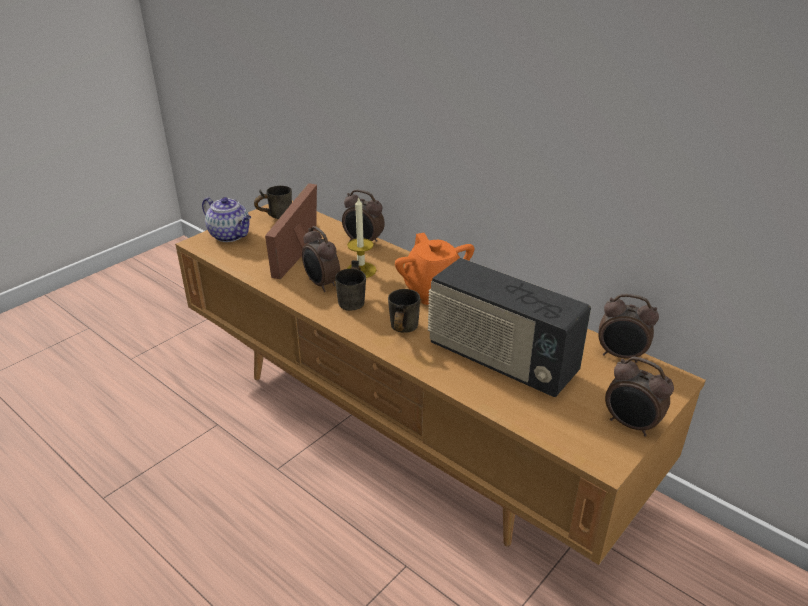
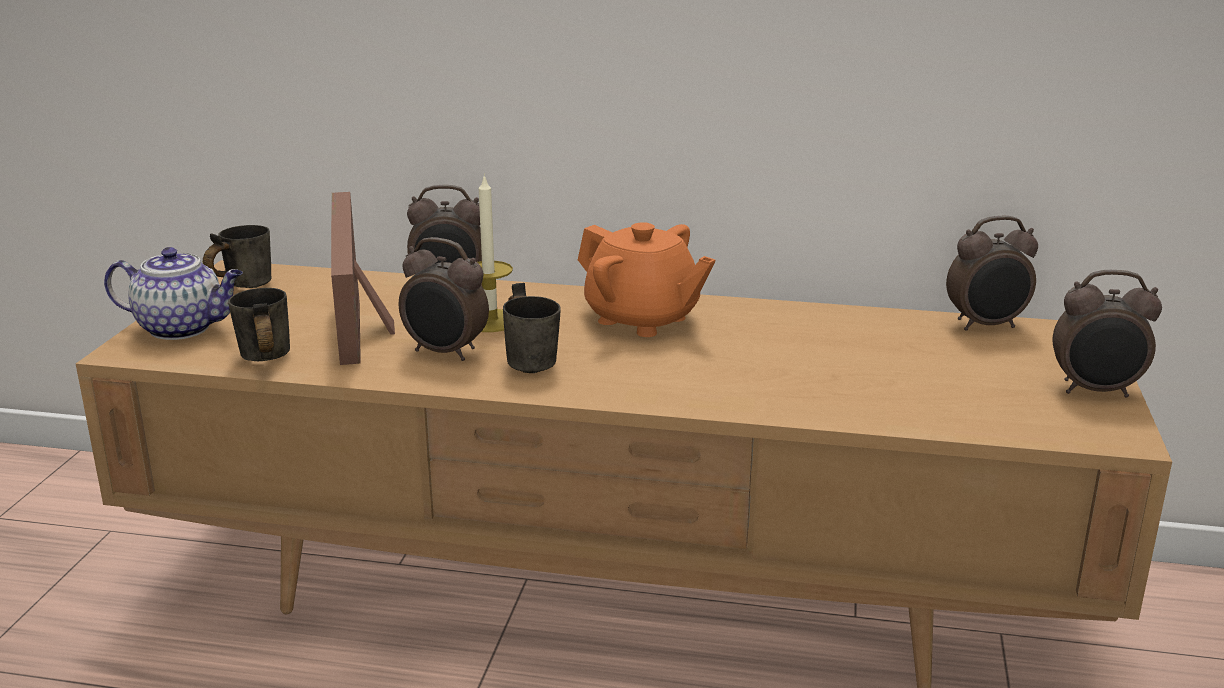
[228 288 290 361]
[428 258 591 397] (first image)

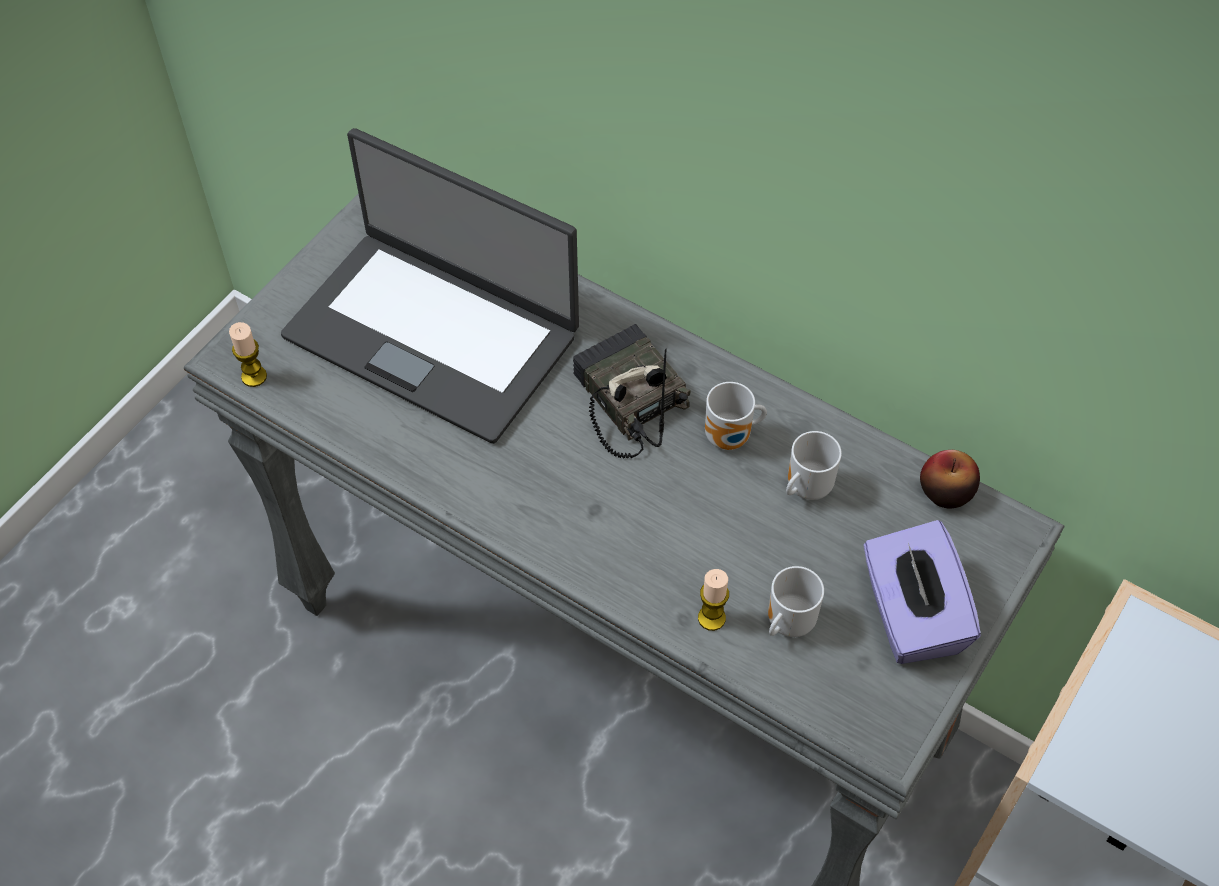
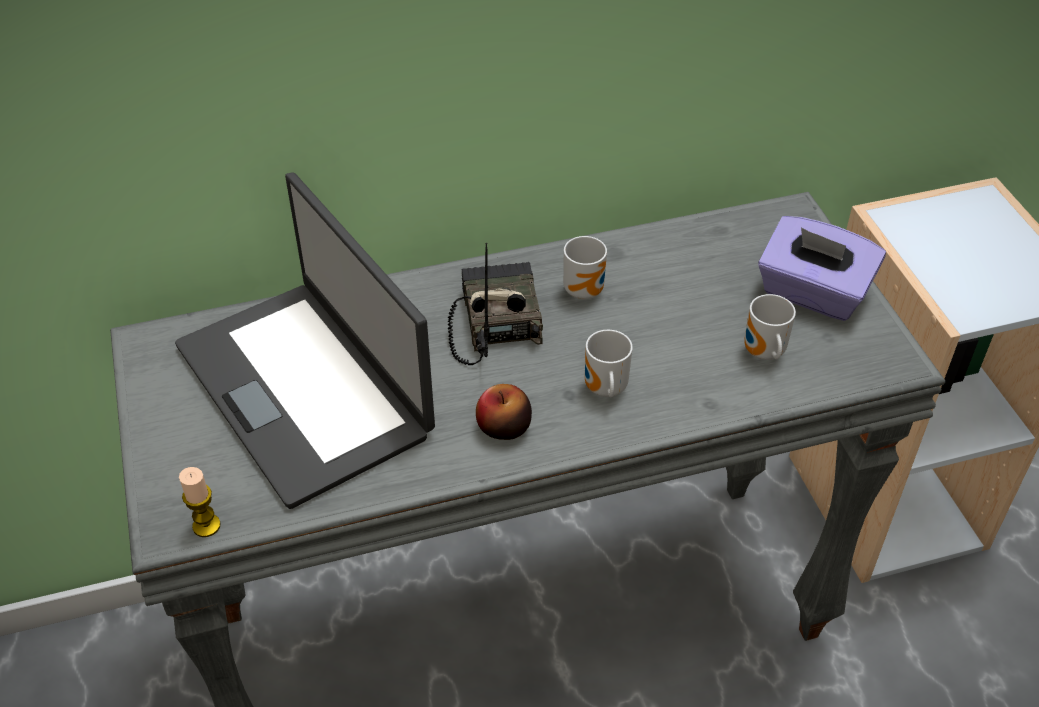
[175 172 435 509]
[448 243 543 365]
[698 569 729 631] (first image)
[585 330 633 397]
[476 384 532 440]

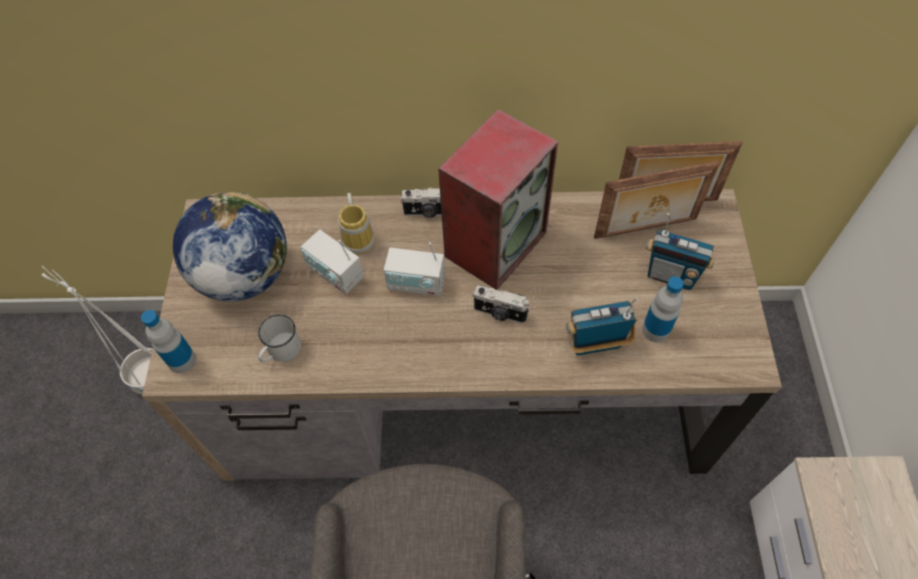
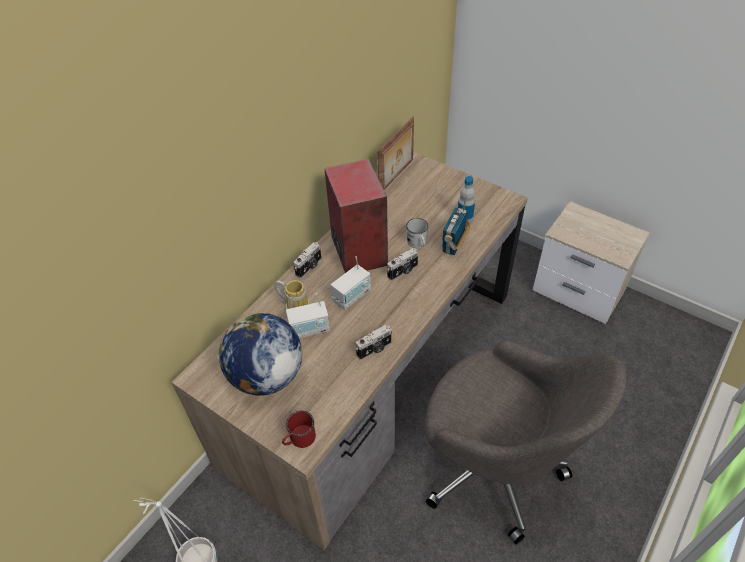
[282 410 316 448]
[406 218 429 248]
[594 161 719 239] (first image)
[646 213 715 290] (first image)
[356 325 392 360]

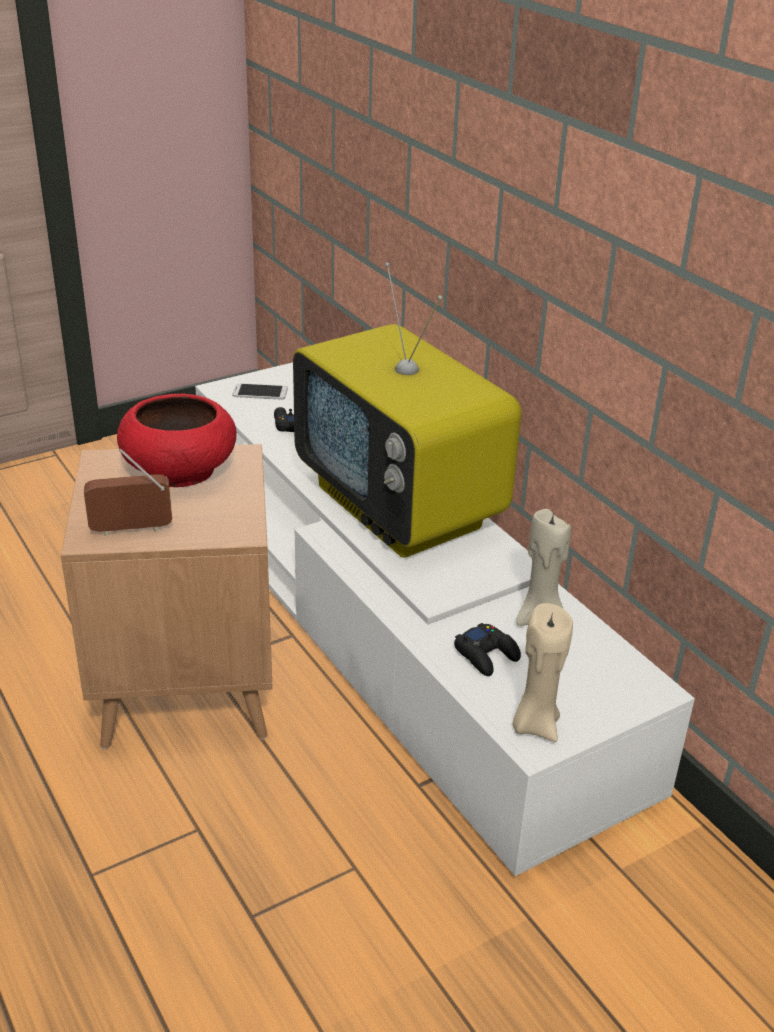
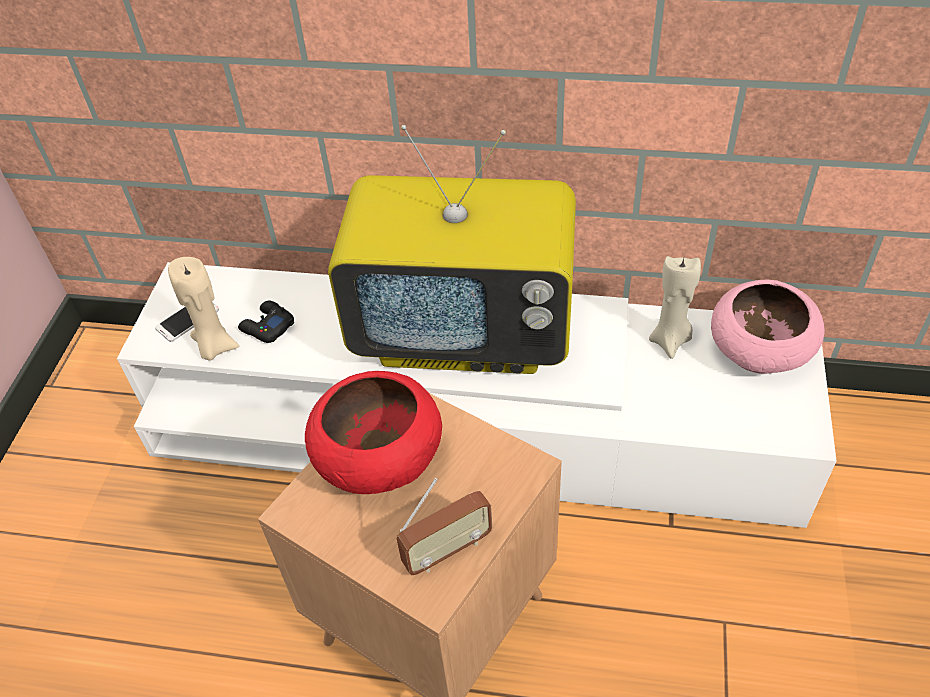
[397 478 492 575]
[454 623 521 676] (first image)
[168 257 239 360]
[711 279 825 374]

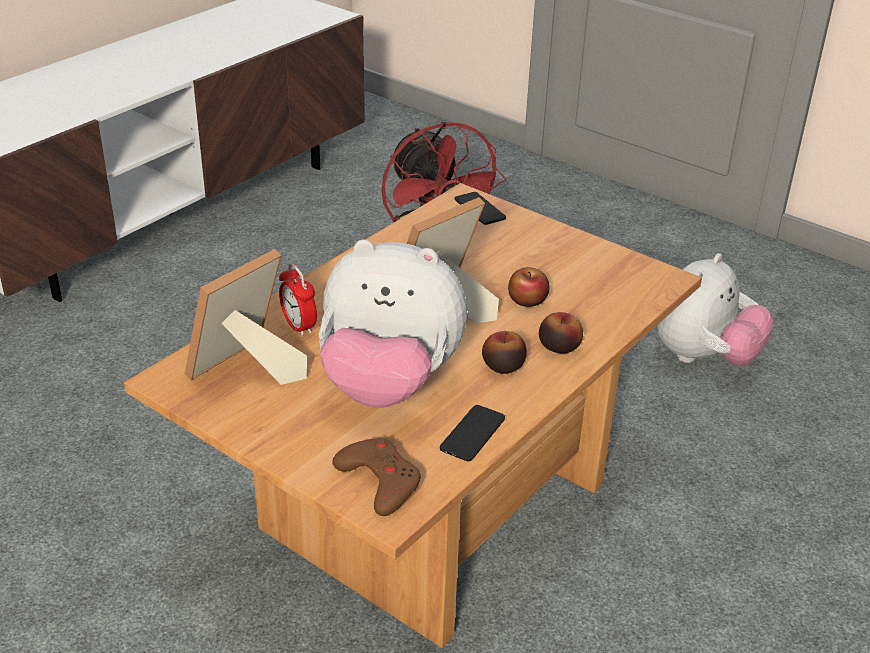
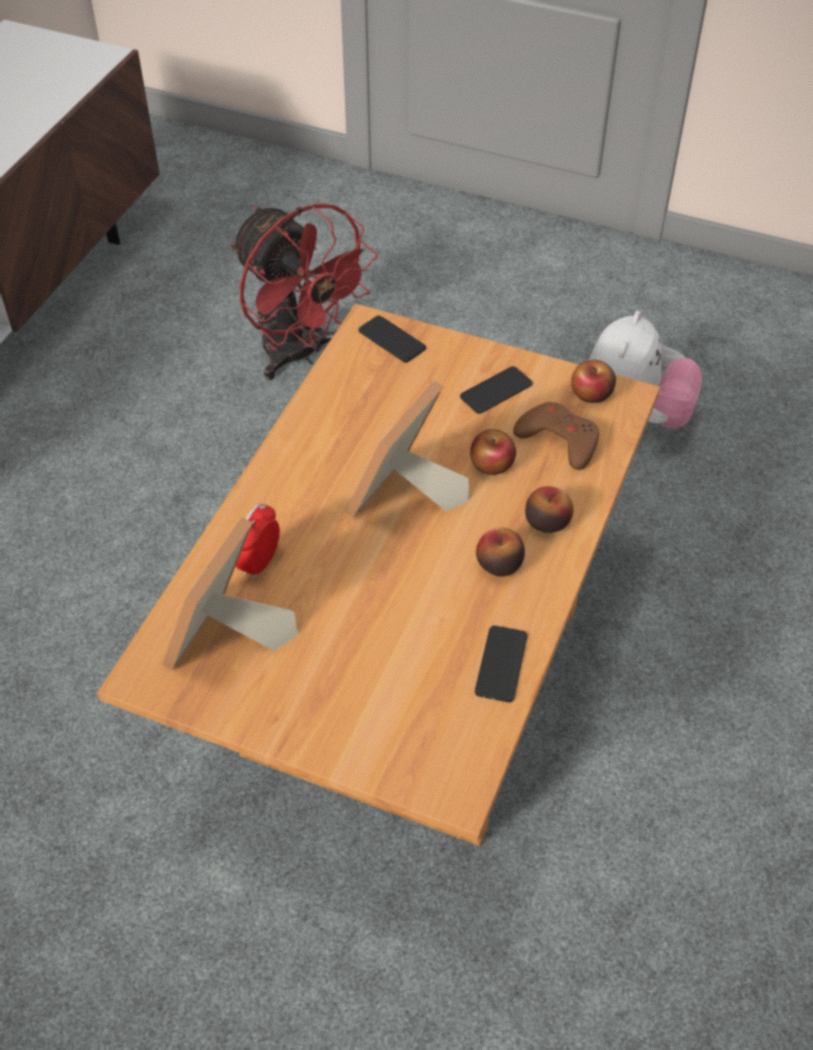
[236 502 280 579]
[319 240 467 408] (first image)
[513 402 599 470]
[460 366 532 414]
[571 360 616 403]

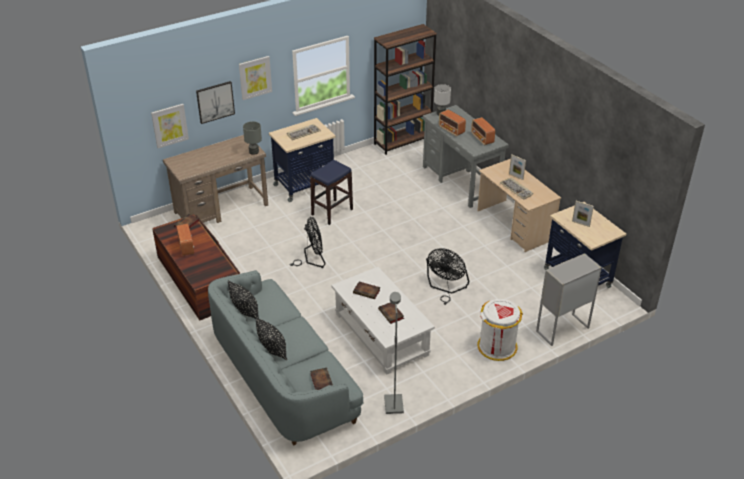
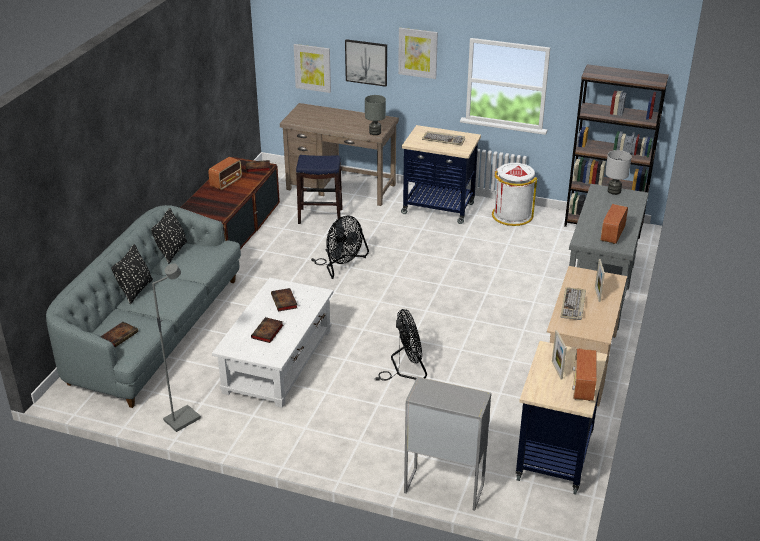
[296 155 343 224]
[572 348 597 401]
[492 163 537 226]

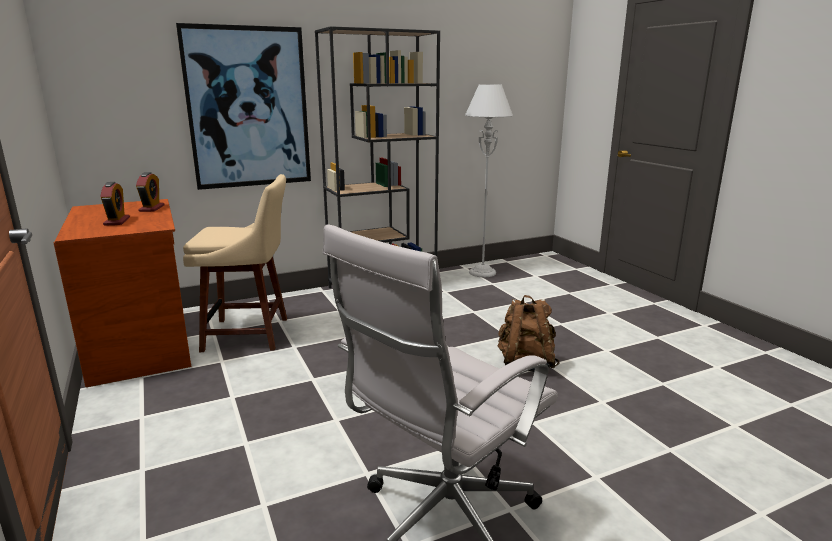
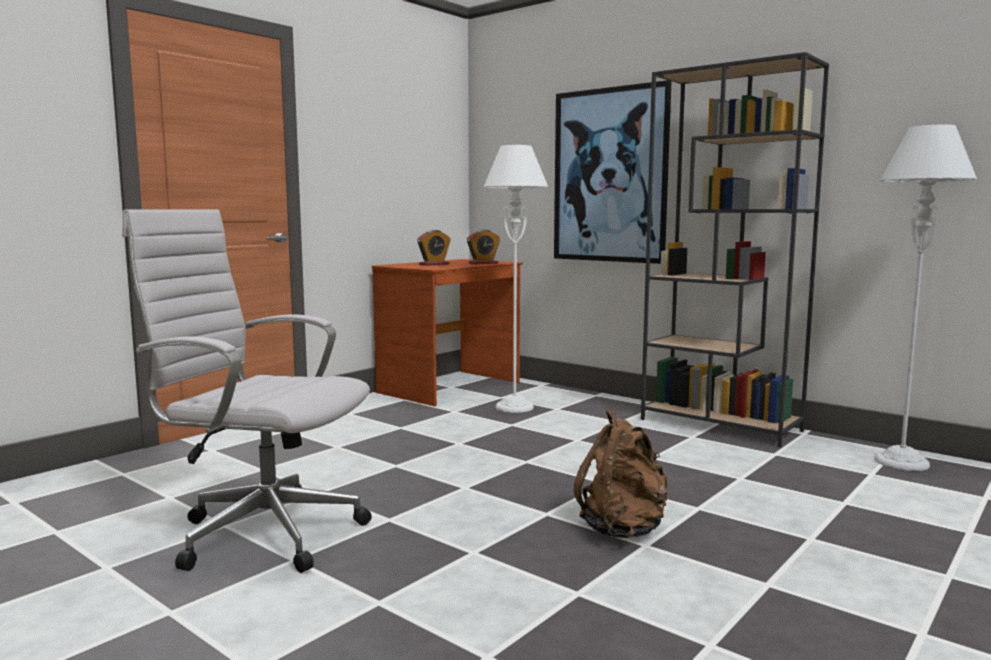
[484 145 548 413]

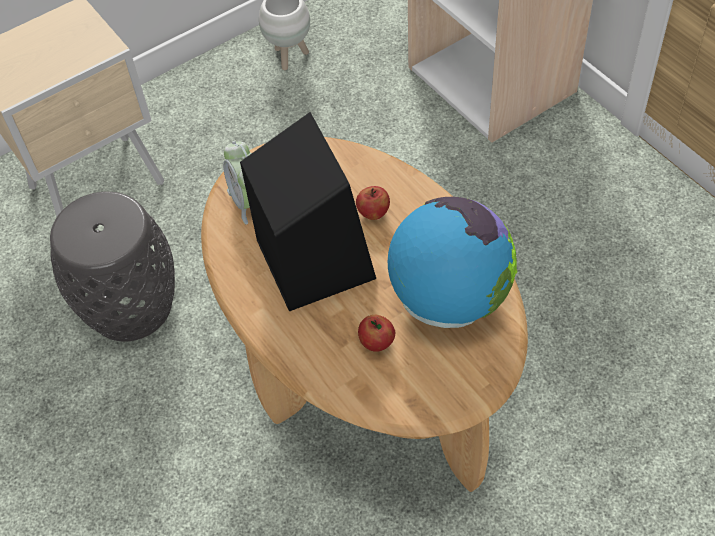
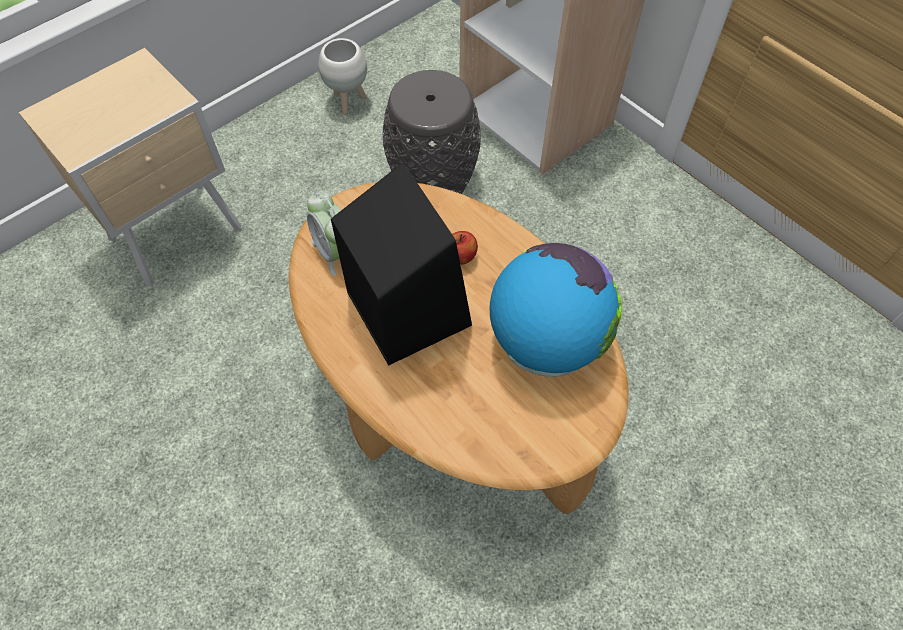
[383 70 481 194]
[358 315 395 352] (first image)

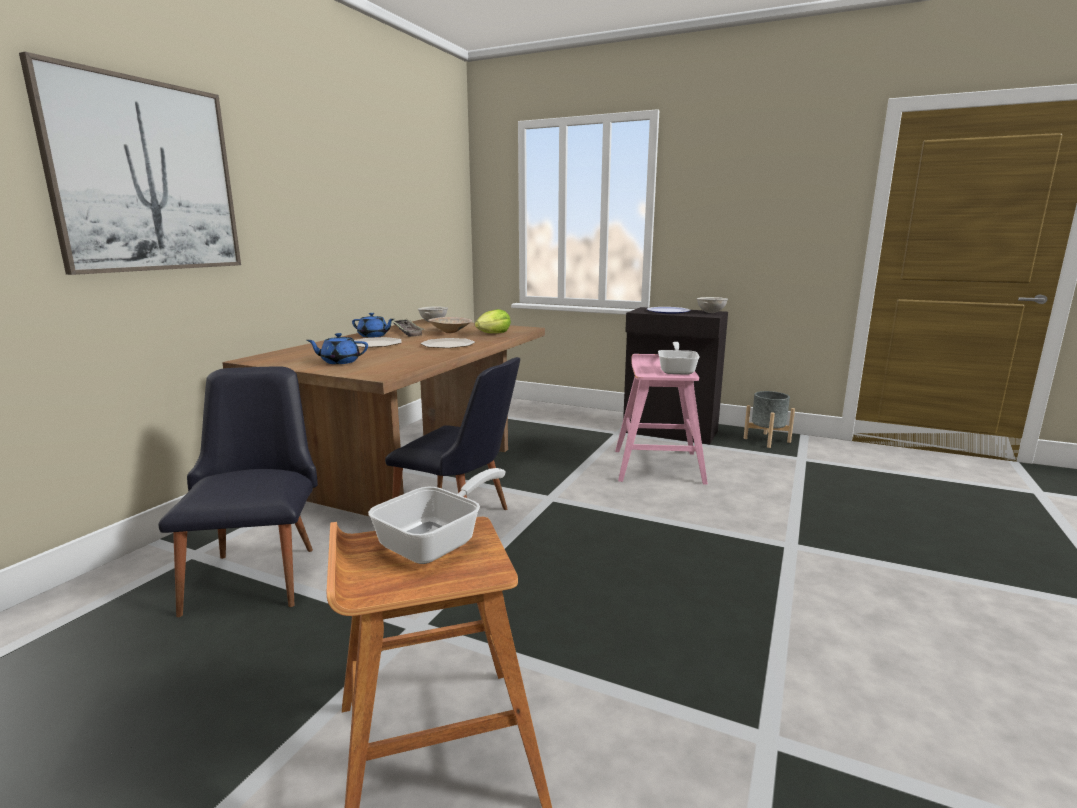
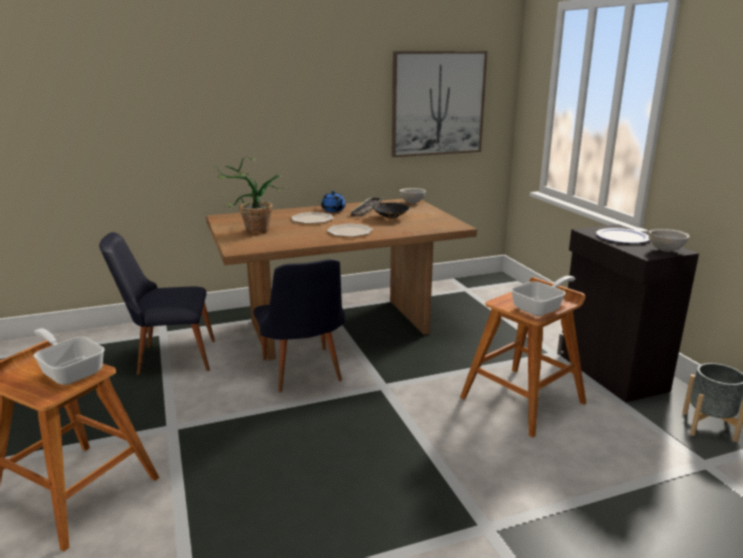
[392 51 487 157]
[99 232 215 375]
[213 156 289 234]
[34 328 105 385]
[372 202 410 219]
[475 309 511 333] (first image)
[460 277 586 438]

